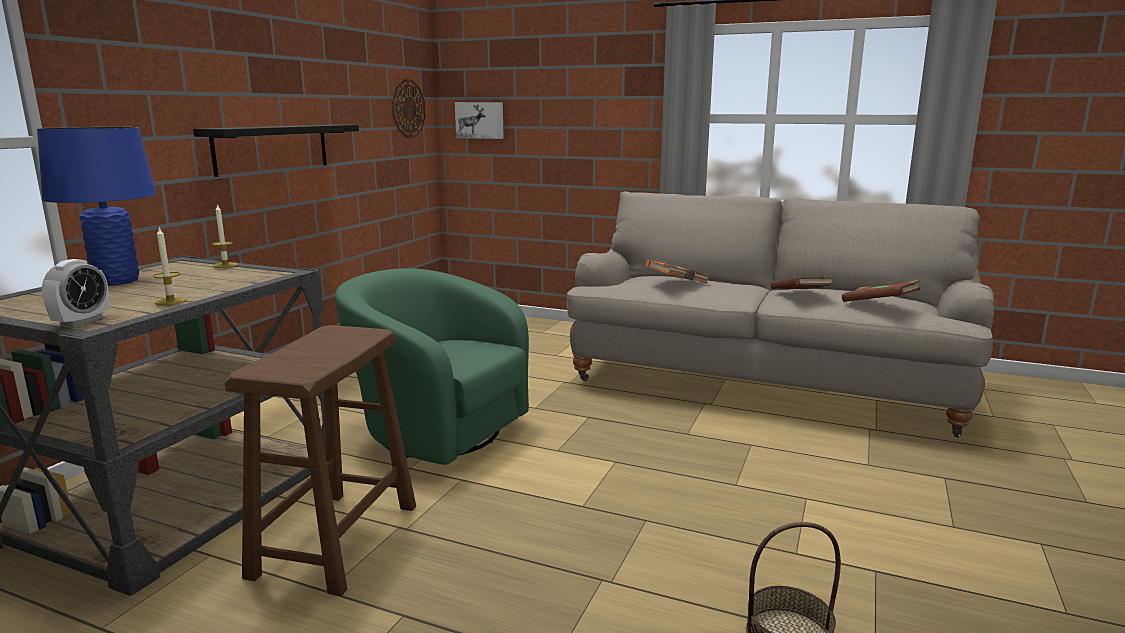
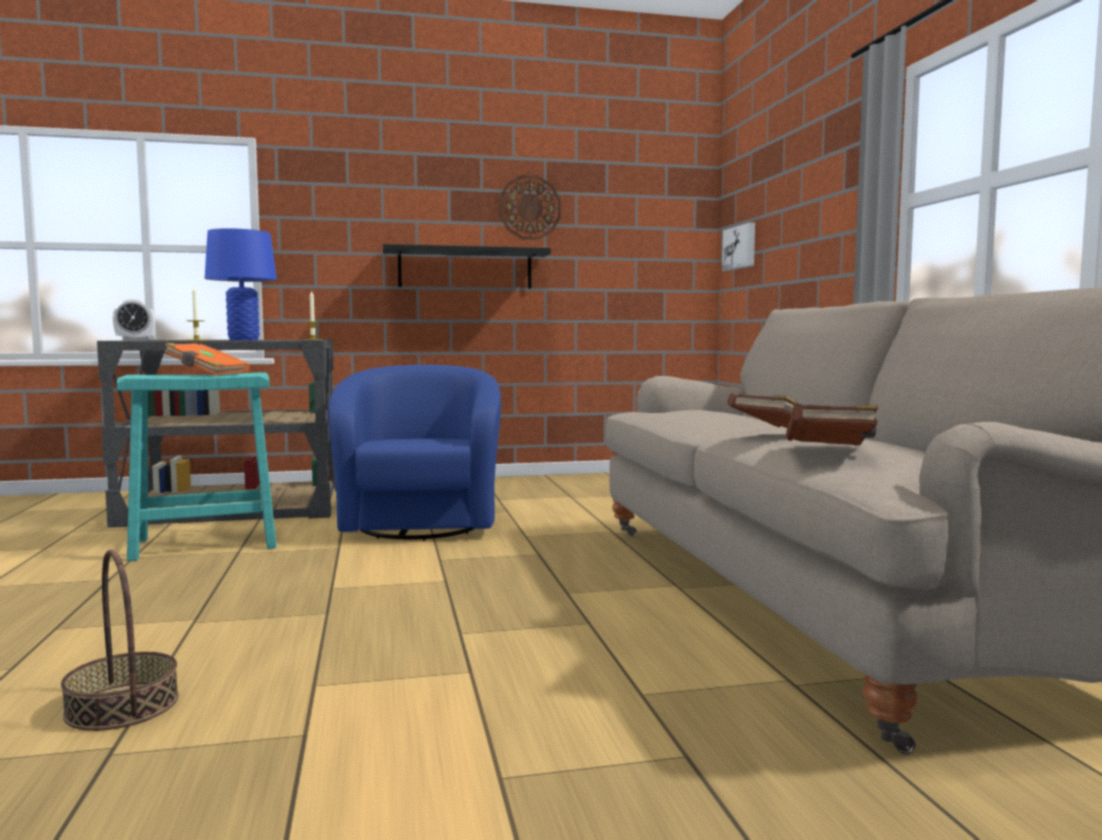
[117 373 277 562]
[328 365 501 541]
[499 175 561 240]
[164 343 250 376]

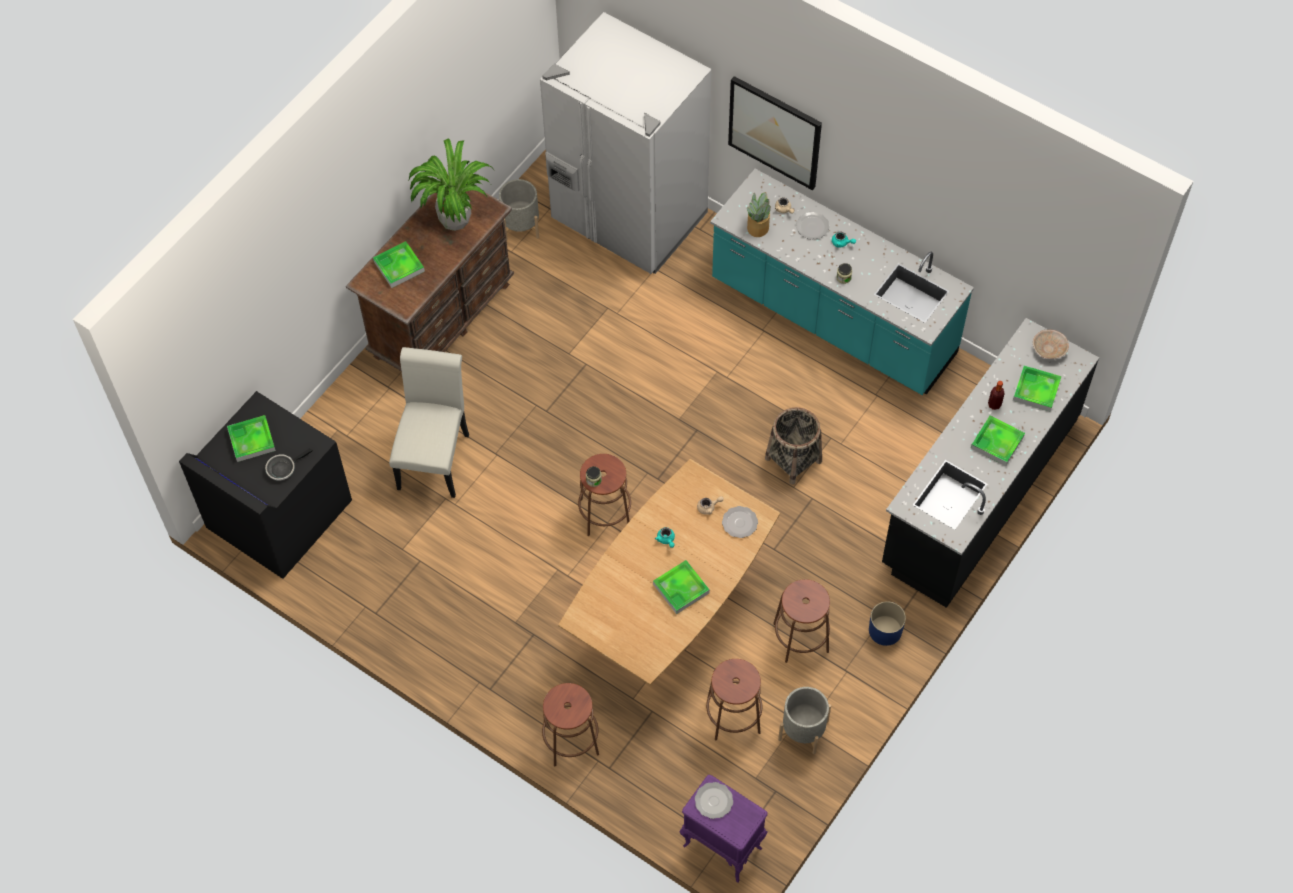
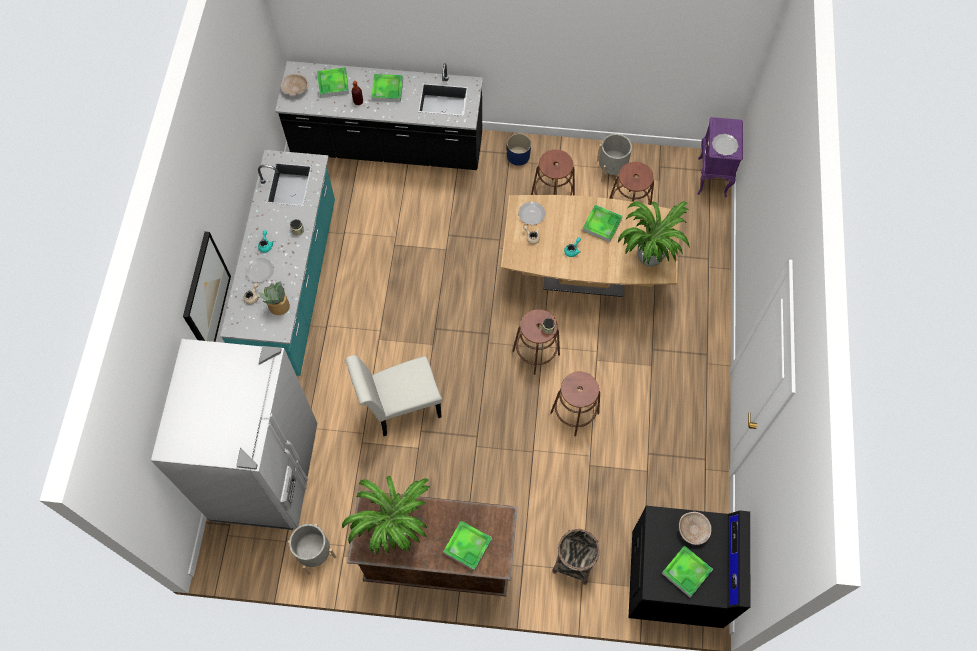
[679 512 712 545]
[345 355 442 436]
[550 371 600 437]
[552 529 600 585]
[618 201 690 267]

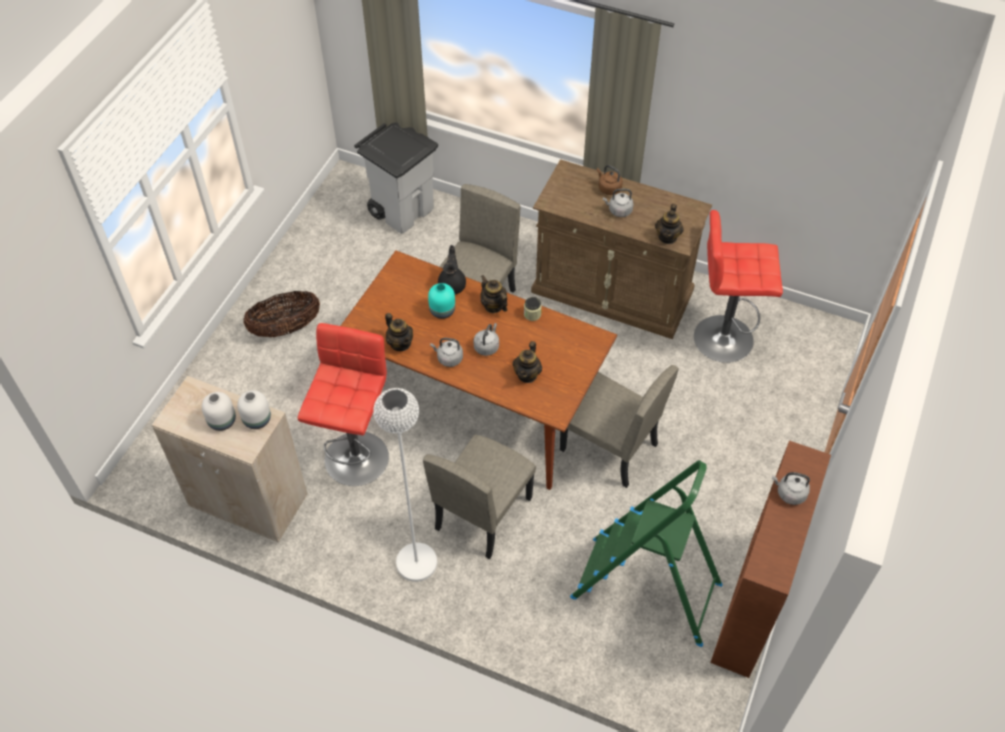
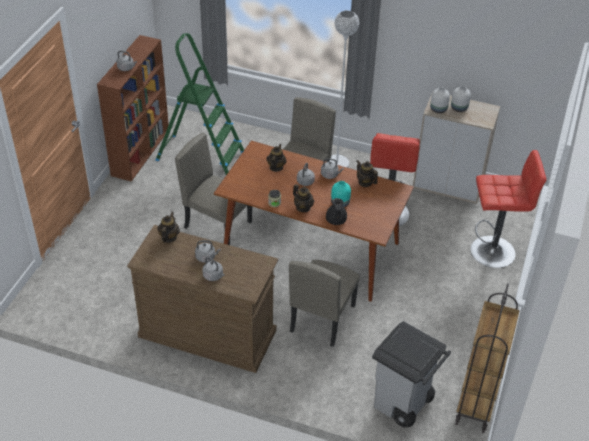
[243 291 320 337] (first image)
[202 257 225 281]
[471 150 546 268]
[455 284 520 433]

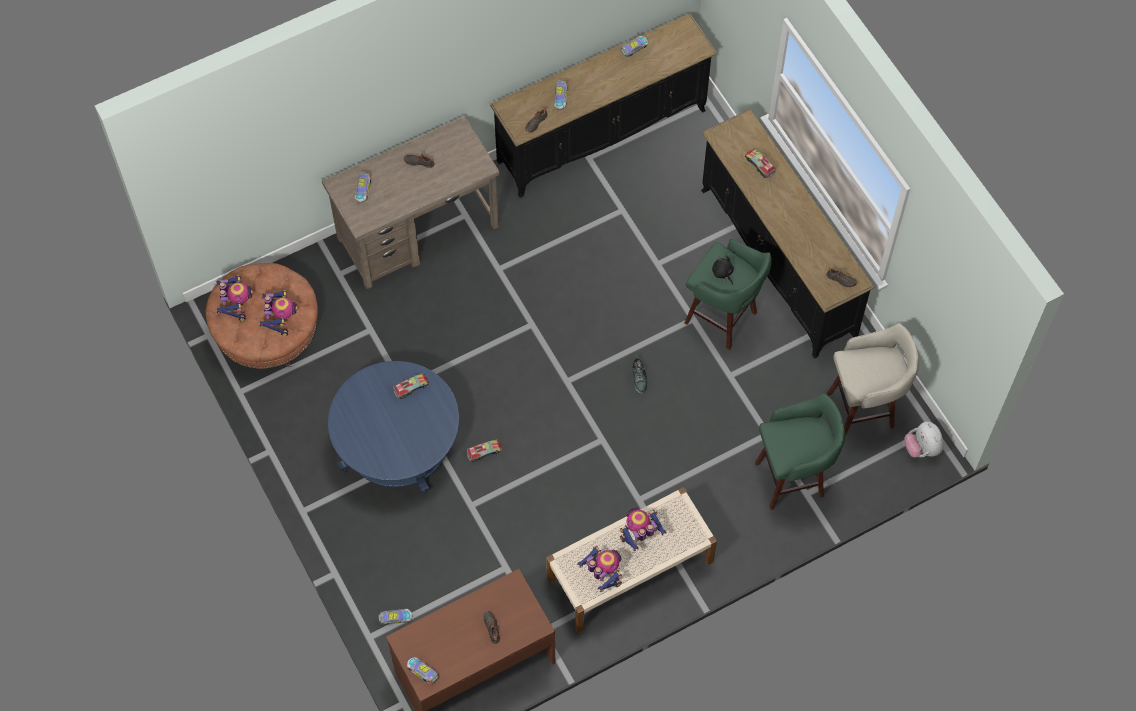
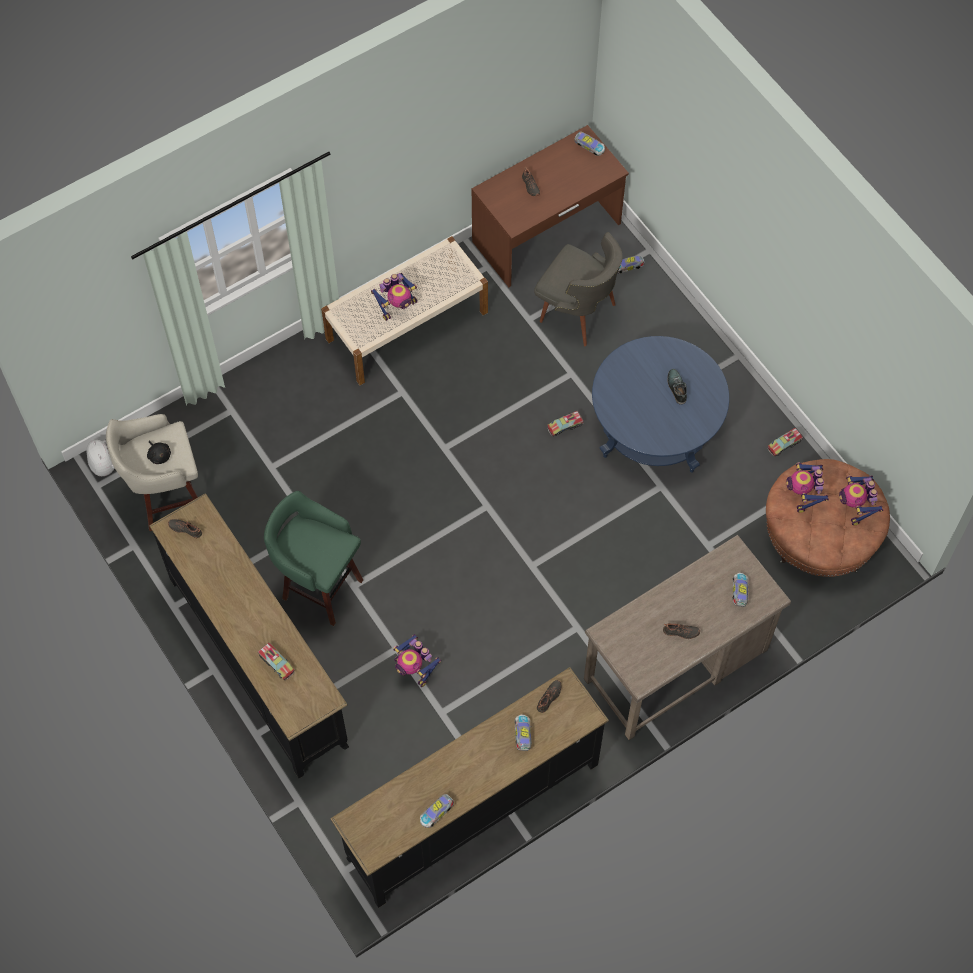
[767 428 803 456]
[394 634 441 687]
[667 369 687 404]
[147 440 171 464]
[755 394 845 510] (first image)
[534 232 623 346]

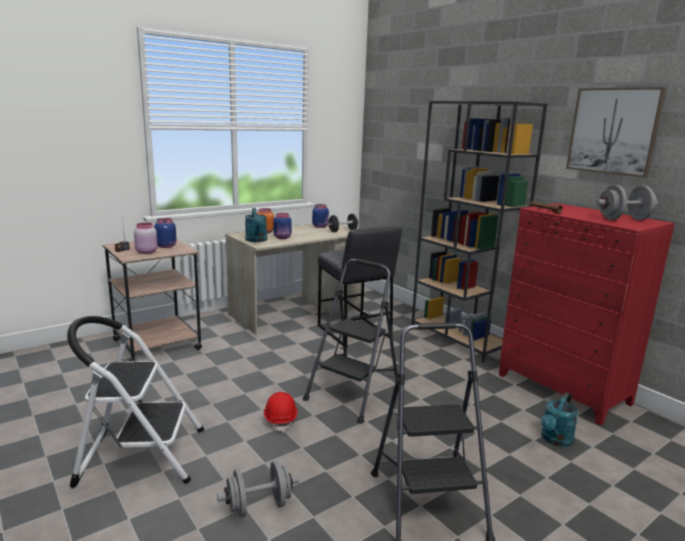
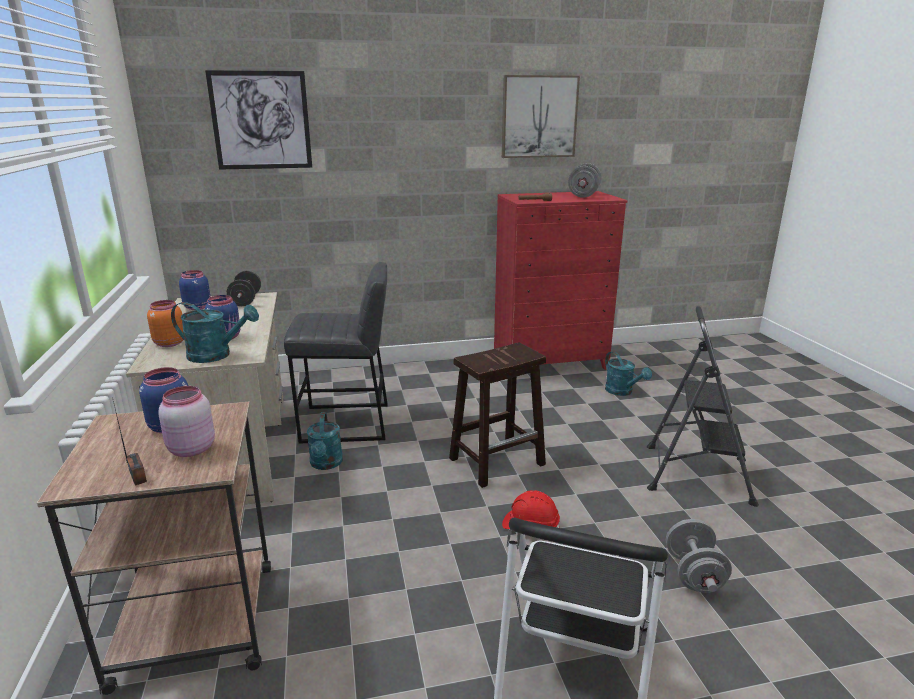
[449 343 546 488]
[411 101 547 363] (first image)
[205 70 312 170]
[307 412 343 470]

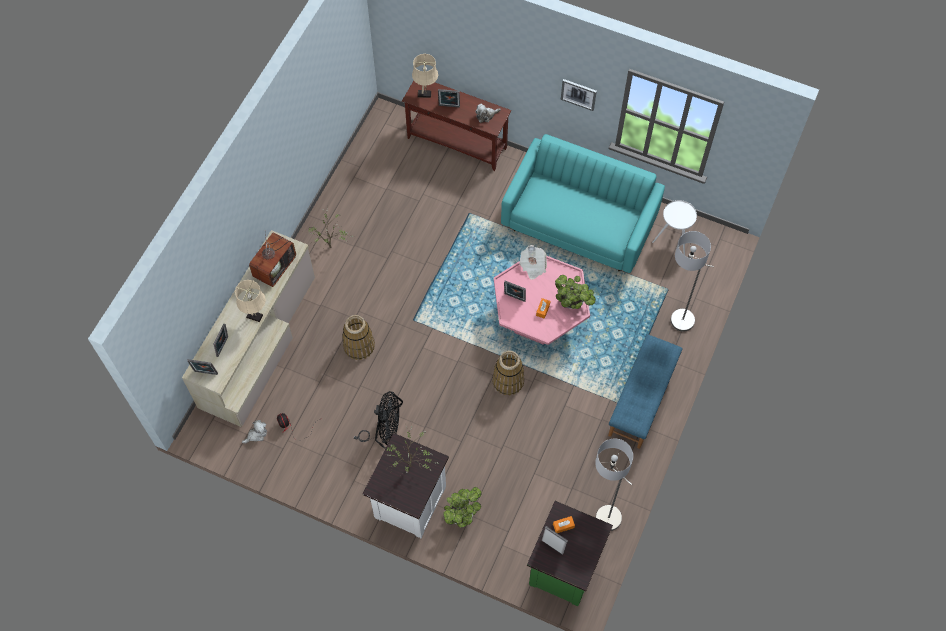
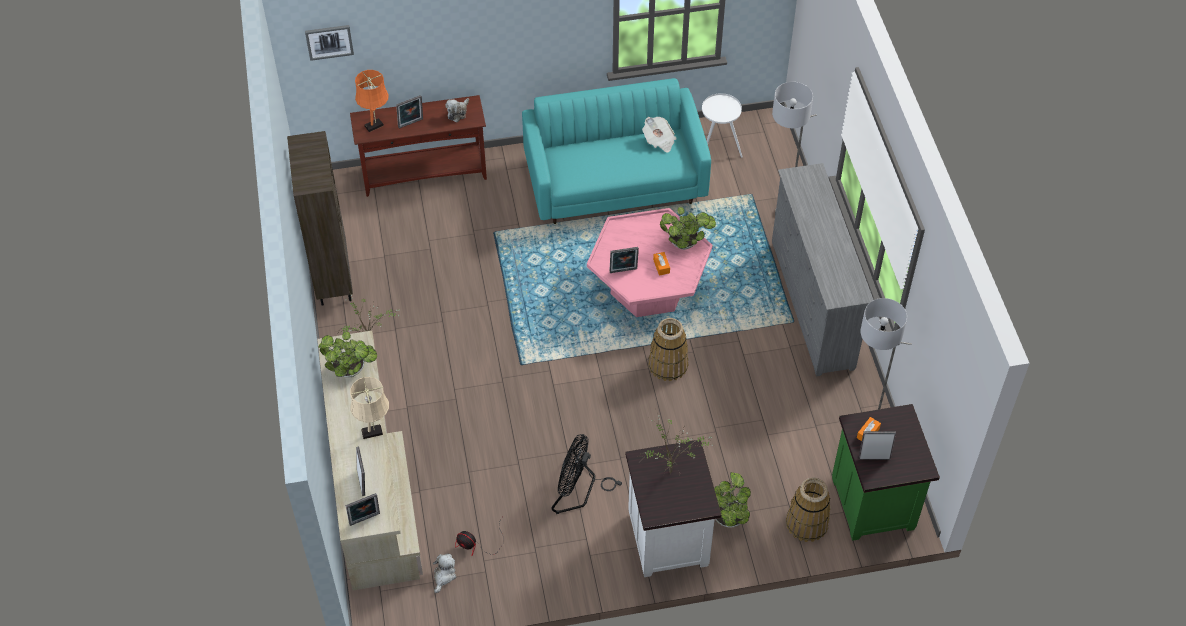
[318 331 377 378]
[786 478 831 542]
[552 434 622 514]
[355 70 389 132]
[642 117 677 153]
[305 25 354 61]
[772 163 874 377]
[287 131 353 306]

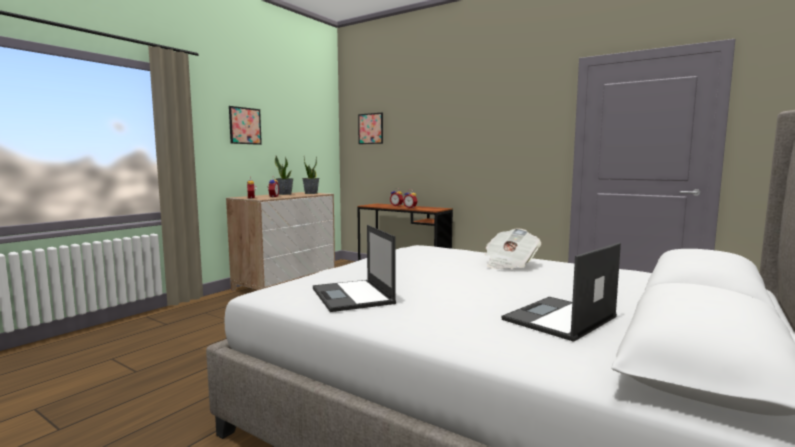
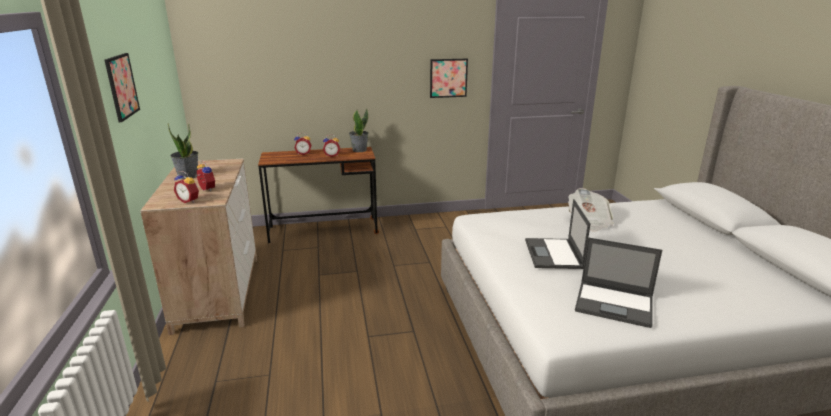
[349 109 369 152]
[430 59 468 98]
[525 199 591 269]

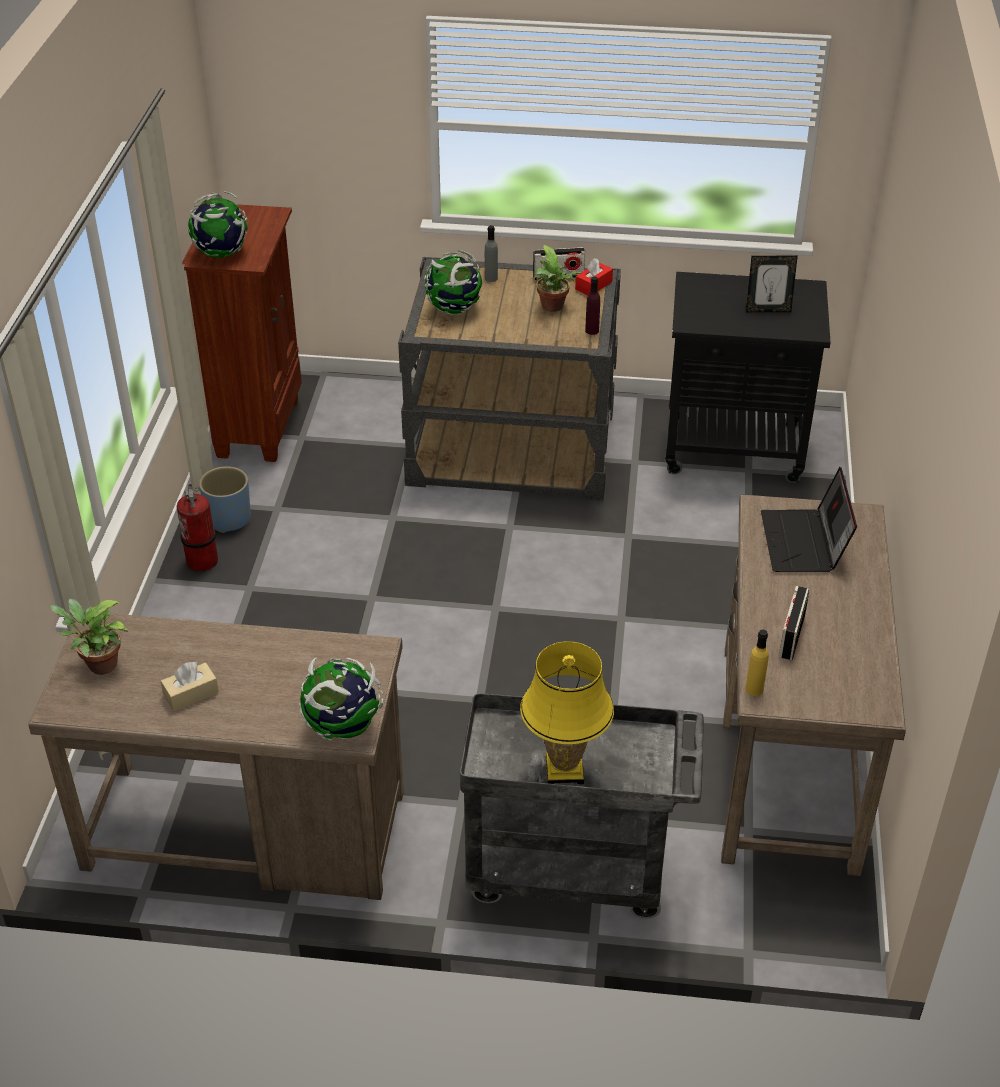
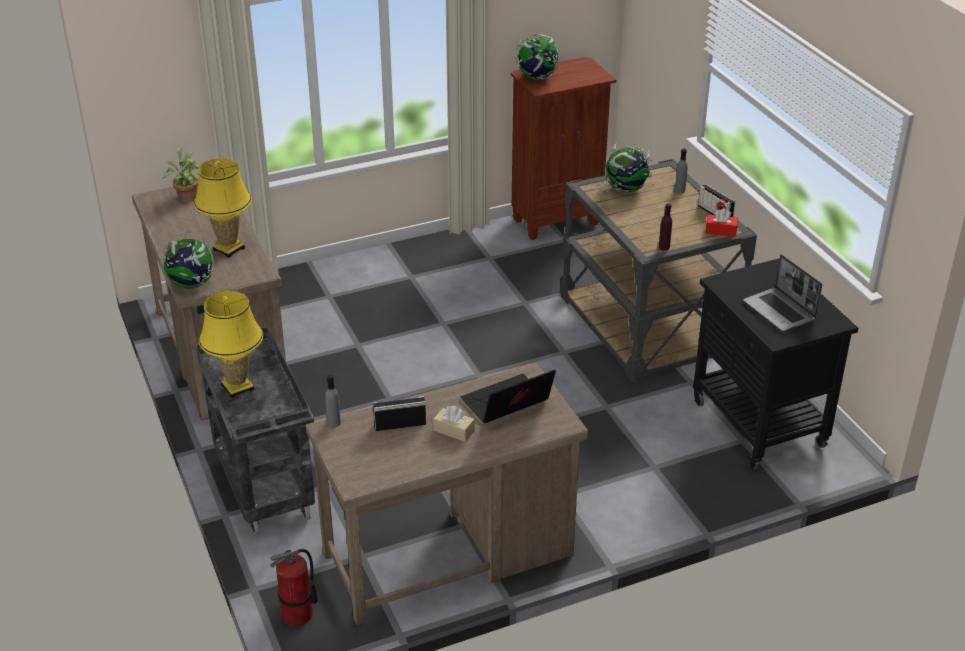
[433 406 475 442]
[270 549 318 627]
[199 466 251 533] (first image)
[534 245 582 312] (first image)
[743 254 822 331]
[325 375 341 428]
[194 158 252 258]

